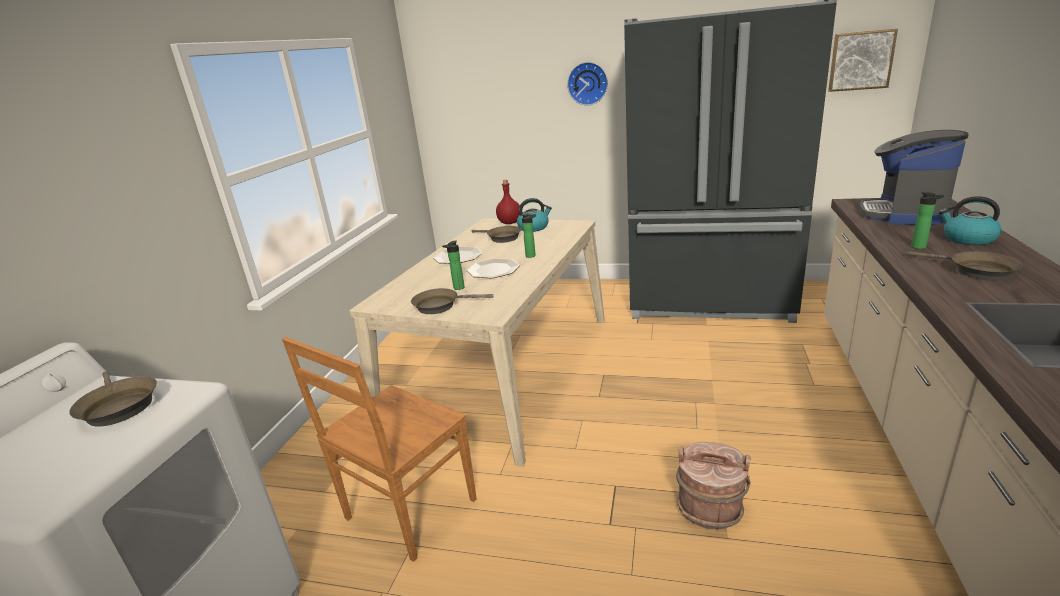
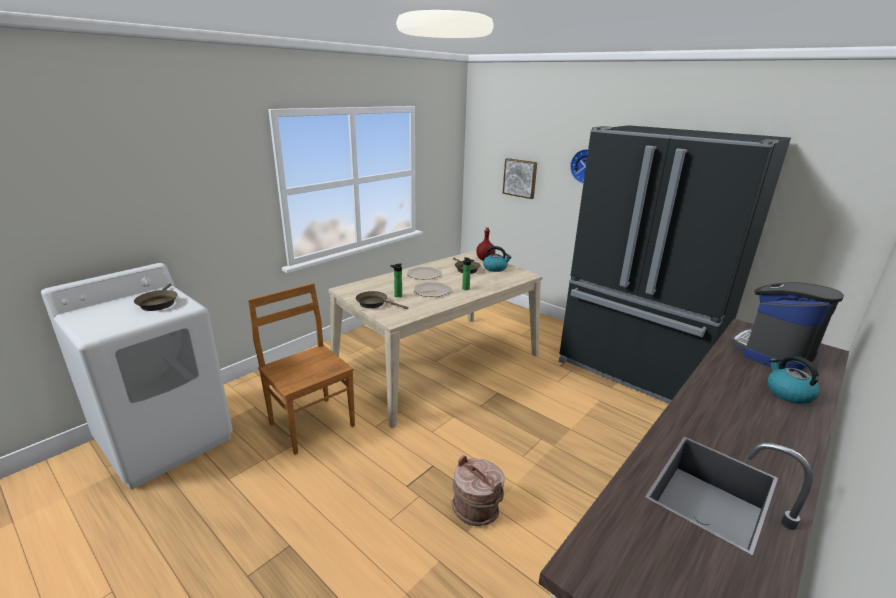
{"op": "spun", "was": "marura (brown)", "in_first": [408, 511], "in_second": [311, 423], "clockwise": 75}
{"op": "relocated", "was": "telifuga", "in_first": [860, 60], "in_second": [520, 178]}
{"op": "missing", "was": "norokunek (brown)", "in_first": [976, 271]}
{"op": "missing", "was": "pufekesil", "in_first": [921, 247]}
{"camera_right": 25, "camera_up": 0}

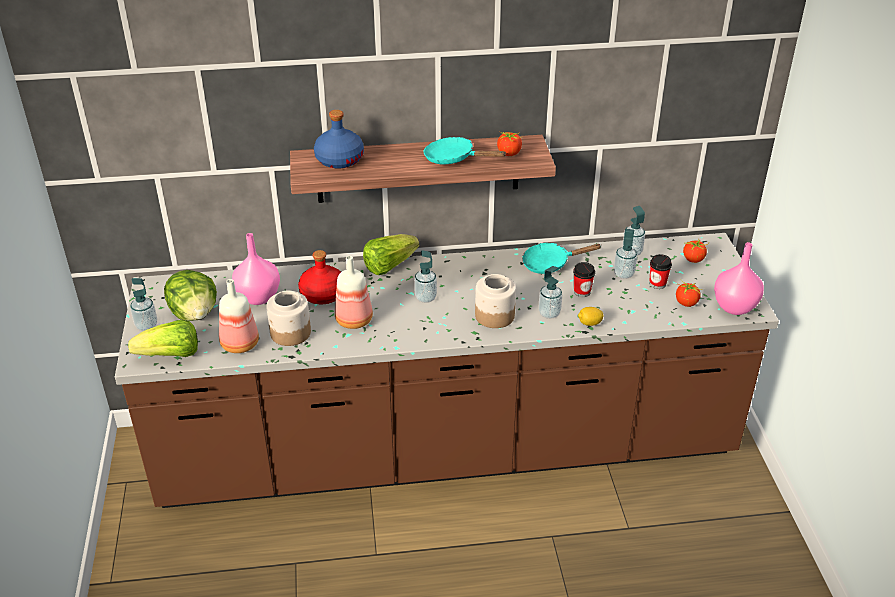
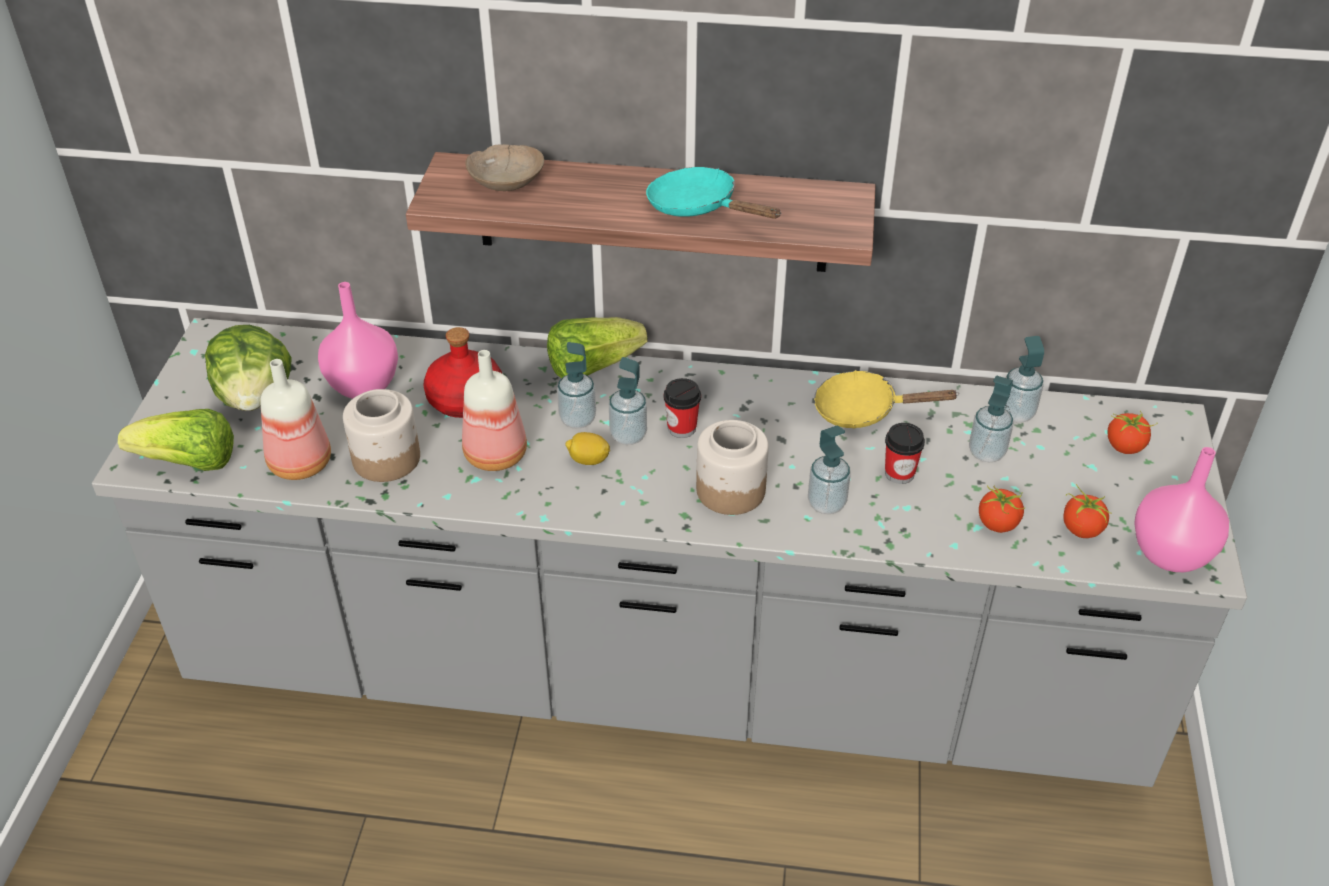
{"op": "colour", "was": "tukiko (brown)", "now": "tukiko (grey)", "in_first": [447, 450], "in_second": [664, 675]}
{"op": "exchanged", "was": "pufekesil (blue)", "now": "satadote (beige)", "in_first": [339, 160], "in_second": [505, 180]}
{"op": "relocated", "was": "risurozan", "in_first": [146, 326], "in_second": [577, 419]}
{"op": "relocated", "was": "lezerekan", "in_first": [589, 323], "in_second": [588, 460]}
{"op": "relocated", "was": "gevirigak", "in_first": [657, 284], "in_second": [681, 428]}
{"op": "colour", "was": "norokunek (turquoise)", "now": "norokunek (yellow)", "in_first": [550, 264], "in_second": [863, 410]}
{"op": "relocated", "was": "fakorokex", "in_first": [509, 153], "in_second": [998, 524]}
{"camera_right": 15, "camera_up": 5}

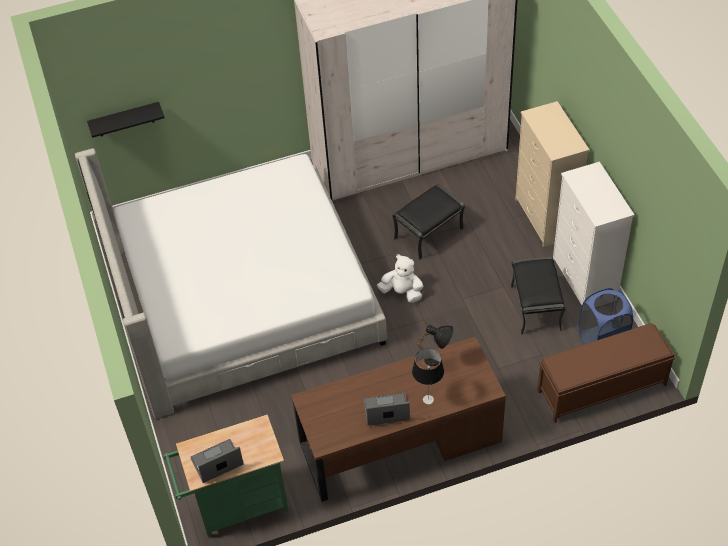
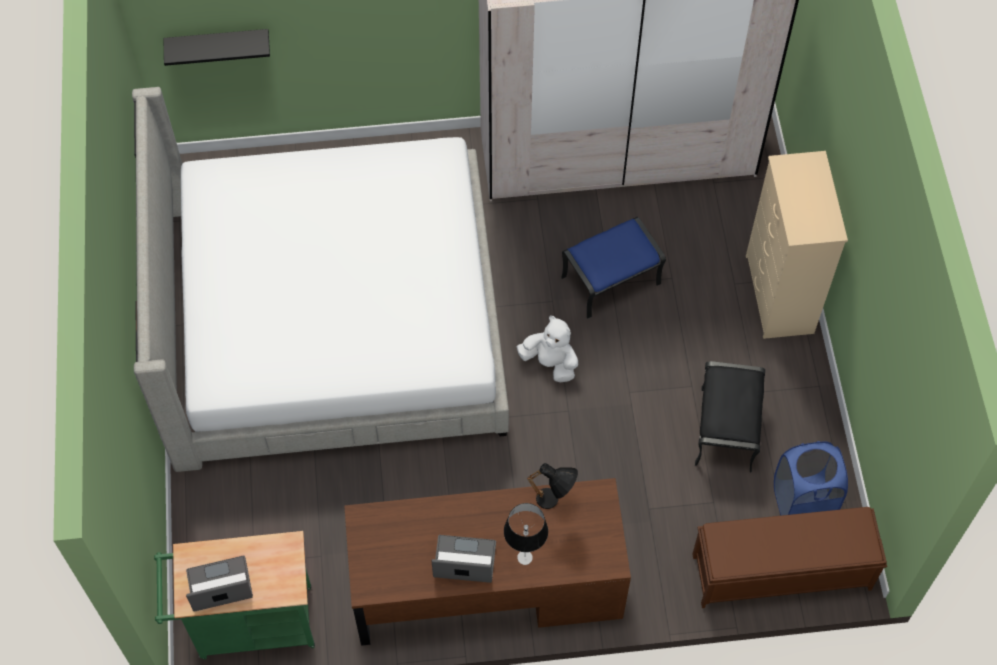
{"op": "colour", "was": "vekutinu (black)", "now": "vekutinu (blue)", "in_first": [428, 233], "in_second": [611, 280]}
{"op": "missing", "was": "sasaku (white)", "in_first": [584, 280]}
{"camera_right": 10, "camera_up": 10}

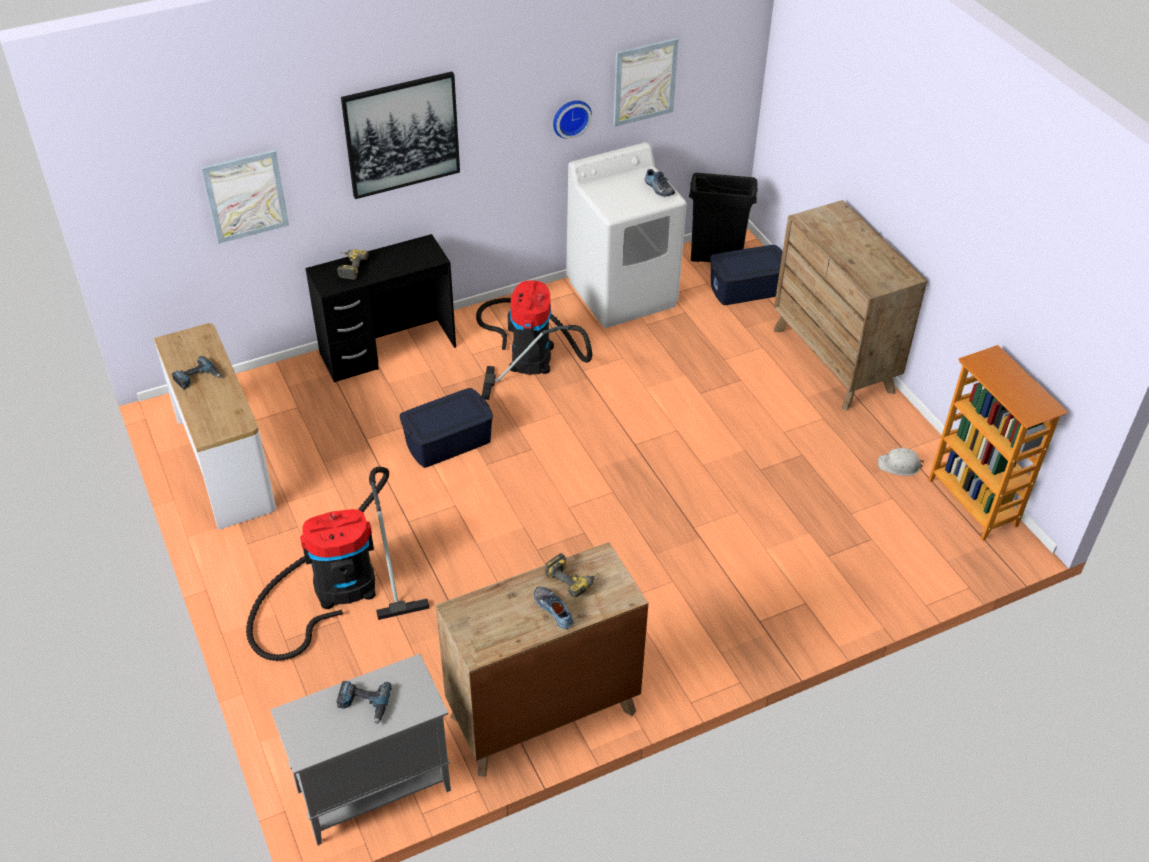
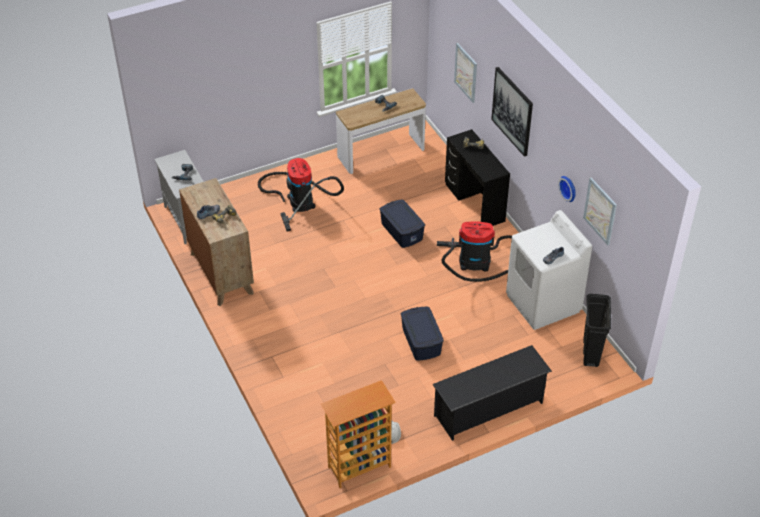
{"op": "relocated", "was": "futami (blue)", "in_first": [747, 288], "in_second": [421, 341]}
{"op": "exchanged", "was": "sasaku (brown)", "now": "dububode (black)", "in_first": [833, 360], "in_second": [489, 409]}
{"camera_right": 90, "camera_up": 0}

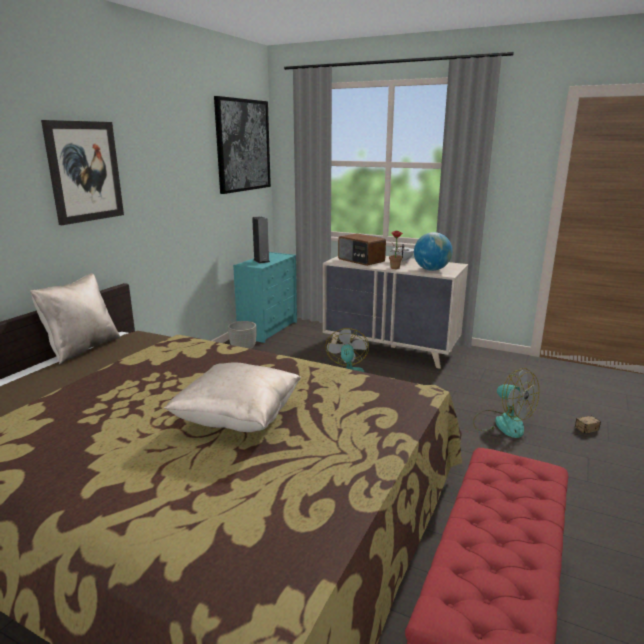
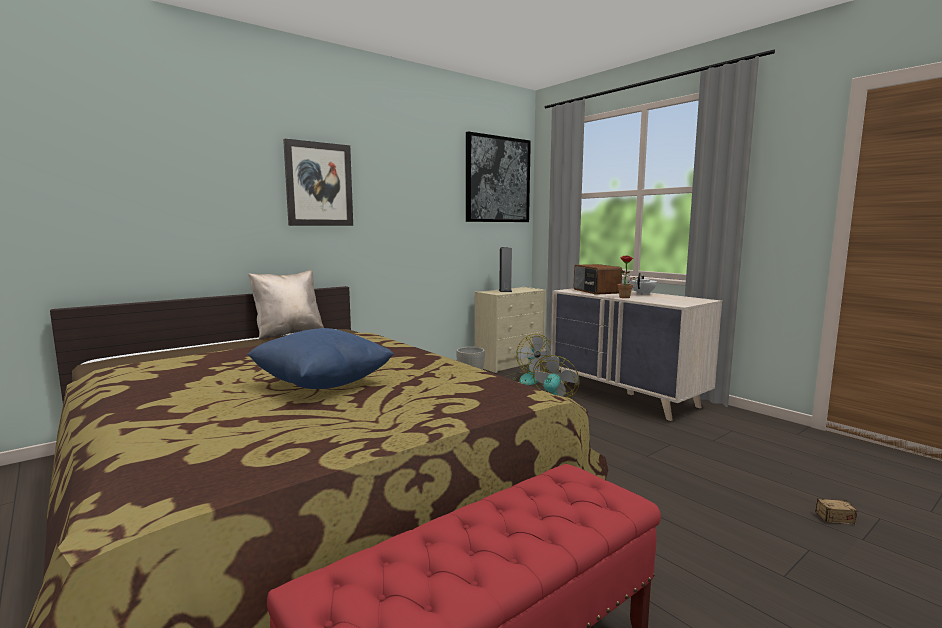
{"op": "colour", "was": "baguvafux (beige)", "now": "baguvafux (blue)", "in_first": [238, 420], "in_second": [322, 385]}
{"op": "colour", "was": "sasaku (turquoise)", "now": "sasaku (beige)", "in_first": [268, 329], "in_second": [510, 363]}
{"op": "relocated", "was": "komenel", "in_first": [502, 423], "in_second": [527, 378]}
{"op": "missing", "was": "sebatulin", "in_first": [431, 270]}
{"camera_right": 25, "camera_up": -10}

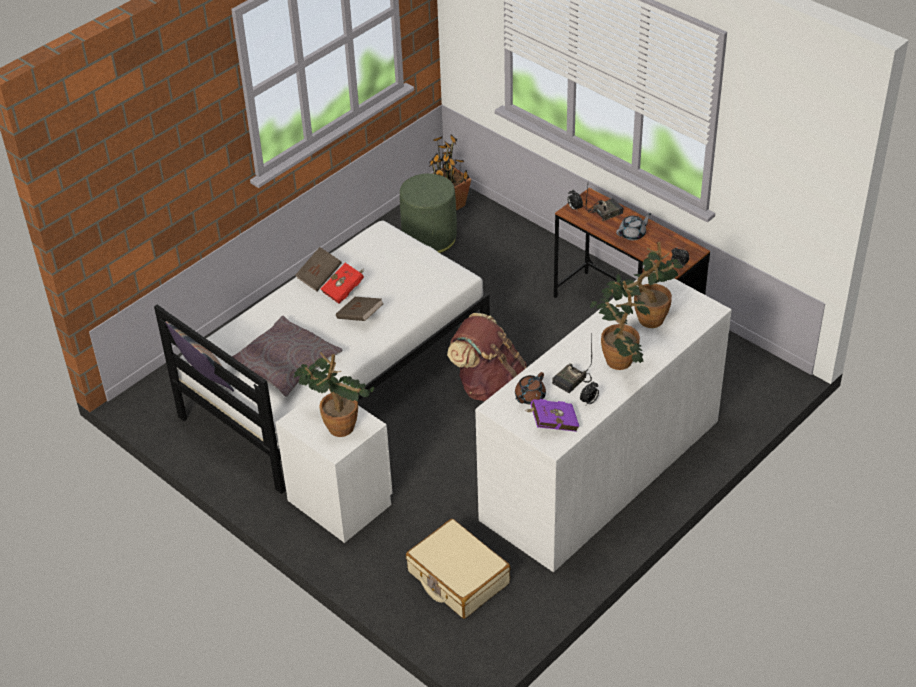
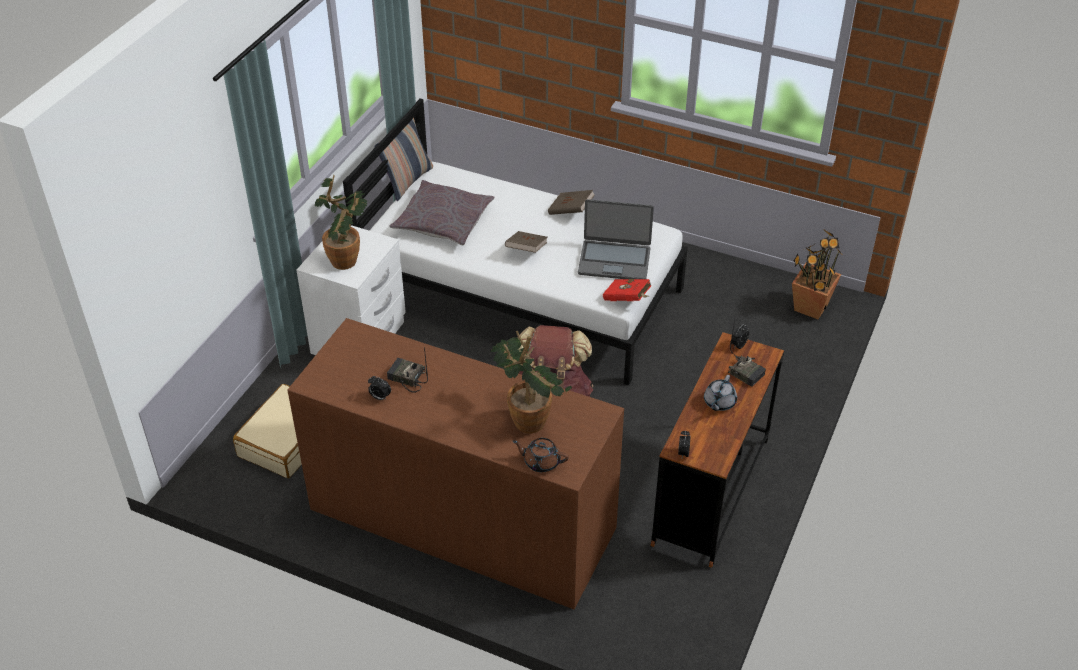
{"op": "colour", "was": "sasaku (white)", "now": "sasaku (brown)", "in_first": [600, 469], "in_second": [462, 518]}
{"op": "relocated", "was": "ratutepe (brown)", "in_first": [529, 397], "in_second": [541, 462]}
{"op": "appeared", "now": "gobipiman", "in_second": [614, 261]}
{"op": "relocated", "was": "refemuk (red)", "in_first": [345, 290], "in_second": [628, 300]}
{"op": "spun", "was": "ratutepe (grey)", "in_first": [632, 234], "in_second": [719, 402], "clockwise": 75}
{"op": "missing", "was": "vekutinu (green)", "in_first": [429, 238]}
{"op": "missing", "was": "refemuk (purple)", "in_first": [552, 424]}
{"op": "missing", "was": "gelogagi", "in_first": [619, 366]}
{"camera_right": 70, "camera_up": 0}

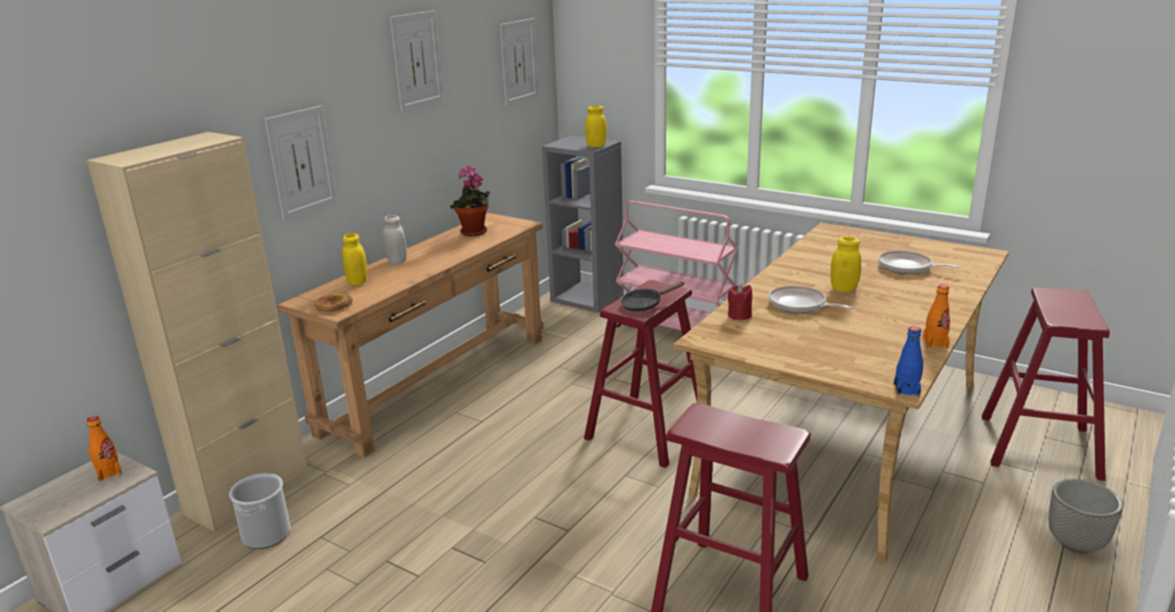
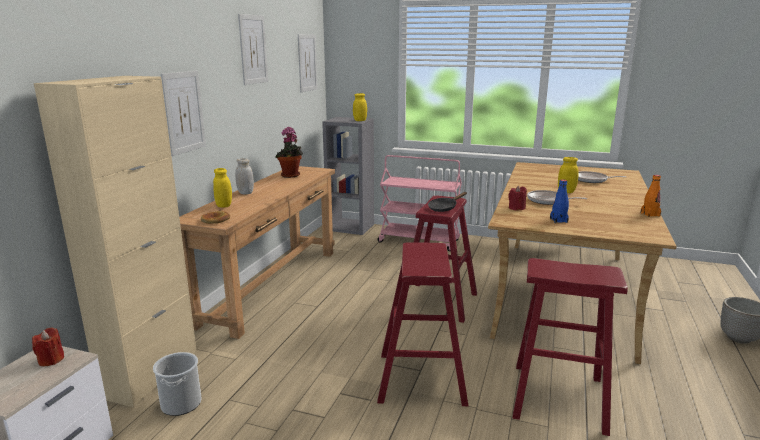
{"op": "exchanged", "was": "pufekesil (orange)", "now": "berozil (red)", "in_first": [109, 473], "in_second": [51, 360]}
{"op": "relocated", "was": "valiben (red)", "in_first": [1039, 446], "in_second": [421, 378]}
{"op": "relocated", "was": "pufekesil (blue)", "in_first": [906, 390], "in_second": [558, 220]}
{"camera_right": -15, "camera_up": -5}

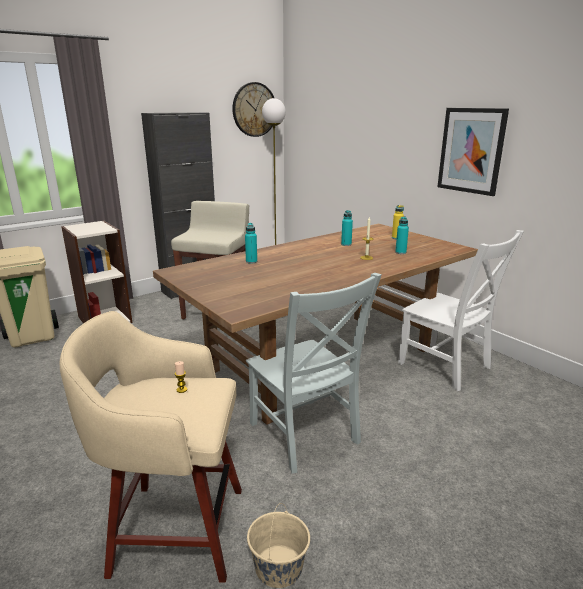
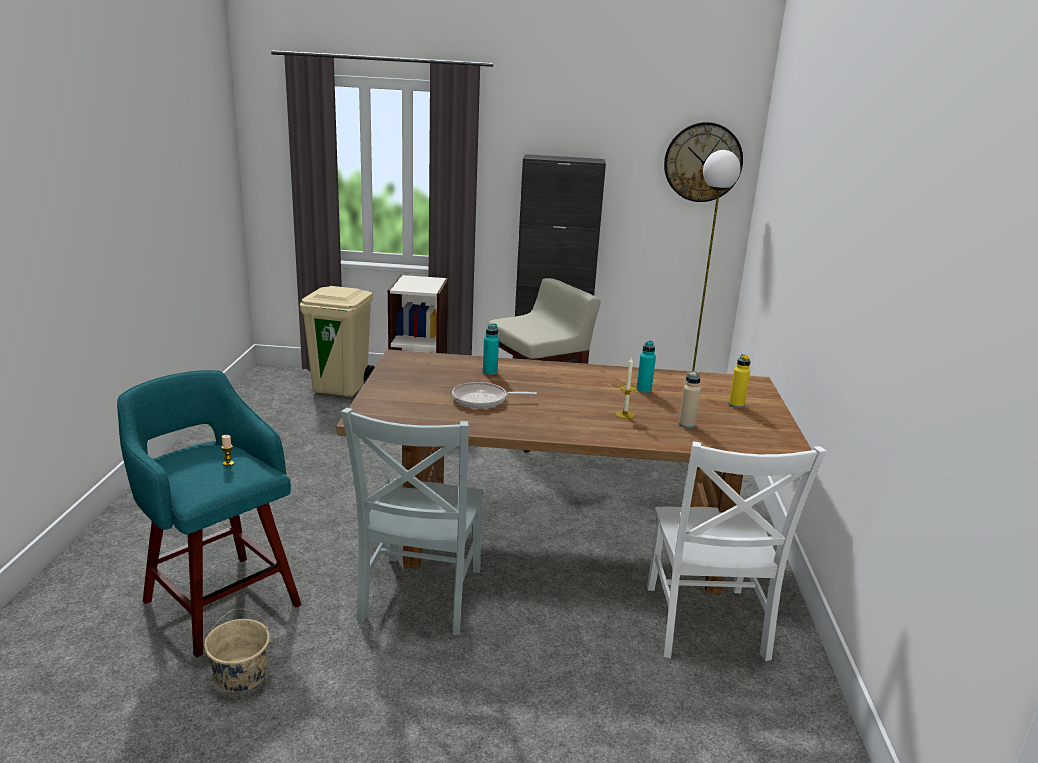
{"op": "colour", "was": "valiben (beige)", "now": "valiben (turquoise)", "in_first": [174, 529], "in_second": [220, 600]}
{"op": "appeared", "now": "norokunek", "in_second": [483, 400]}
{"op": "colour", "was": "pufekesil (turquoise)", "now": "pufekesil (beige)", "in_first": [400, 252], "in_second": [687, 424]}
{"op": "missing", "was": "telifuga", "in_first": [471, 150]}
{"camera_right": 40, "camera_up": 0}

